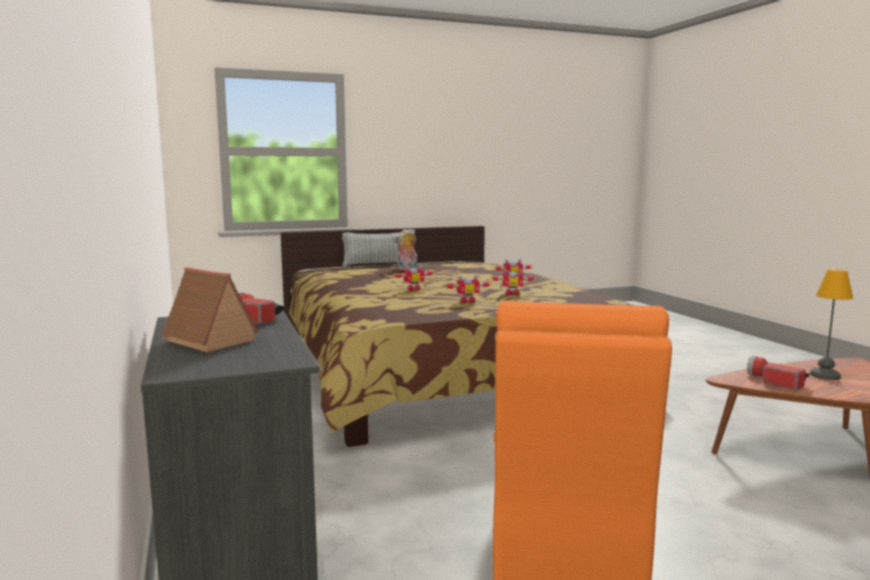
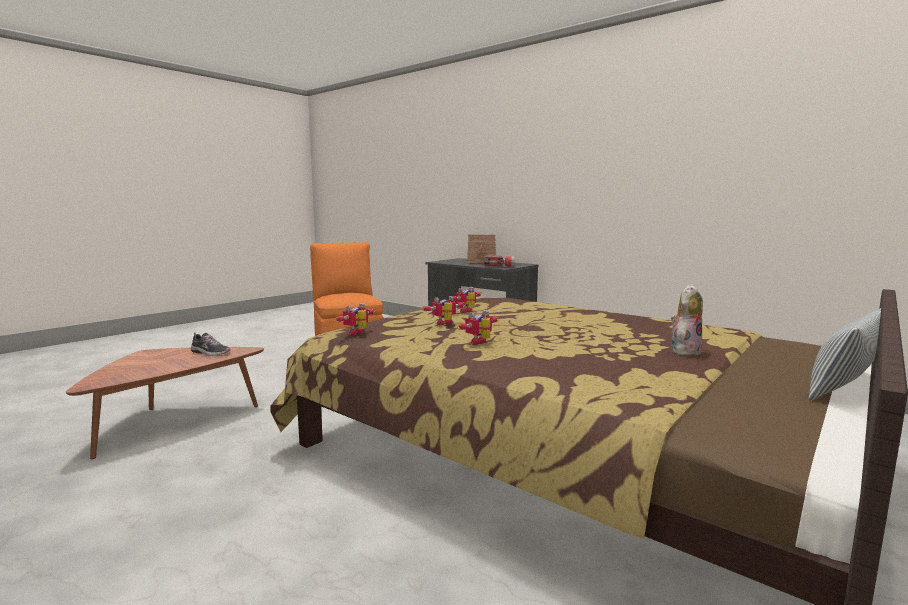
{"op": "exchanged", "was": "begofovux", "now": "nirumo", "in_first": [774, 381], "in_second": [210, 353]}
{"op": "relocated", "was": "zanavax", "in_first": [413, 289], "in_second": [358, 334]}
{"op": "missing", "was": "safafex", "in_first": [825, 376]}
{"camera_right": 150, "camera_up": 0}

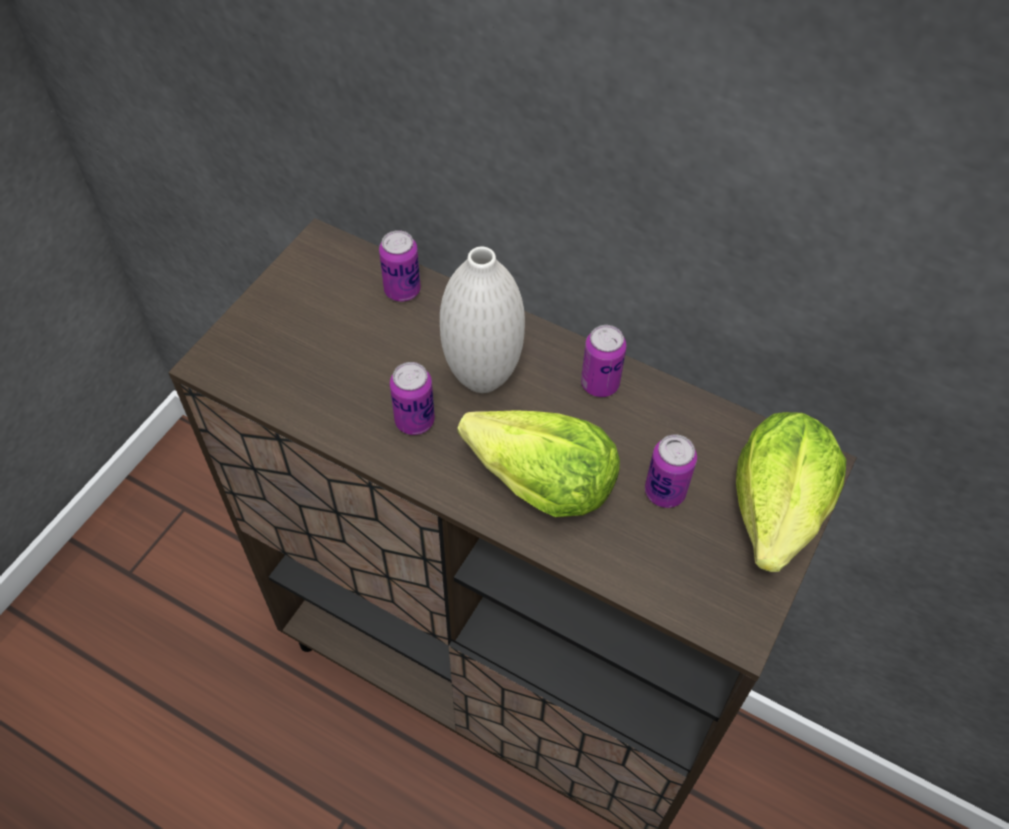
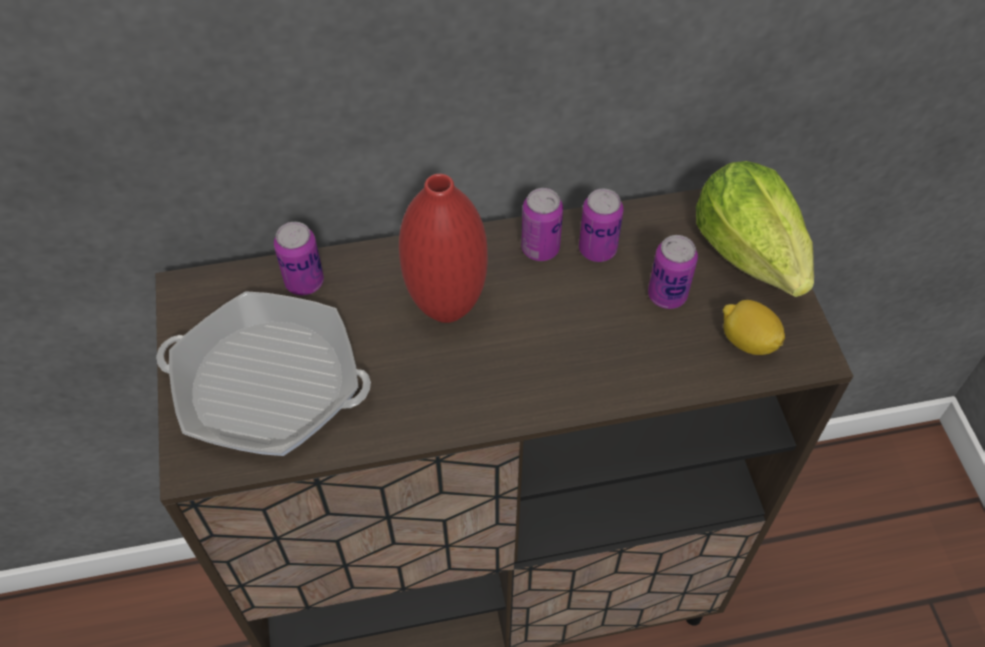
{"op": "appeared", "now": "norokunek", "in_second": [268, 384]}
{"op": "colour", "was": "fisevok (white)", "now": "fisevok (red)", "in_first": [482, 378], "in_second": [446, 307]}
{"op": "relocated", "was": "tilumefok", "in_first": [414, 421], "in_second": [597, 249]}
{"op": "appeared", "now": "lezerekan", "in_second": [747, 341]}
{"op": "missing", "was": "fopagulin", "in_first": [540, 483]}
{"camera_right": -40, "camera_up": 0}

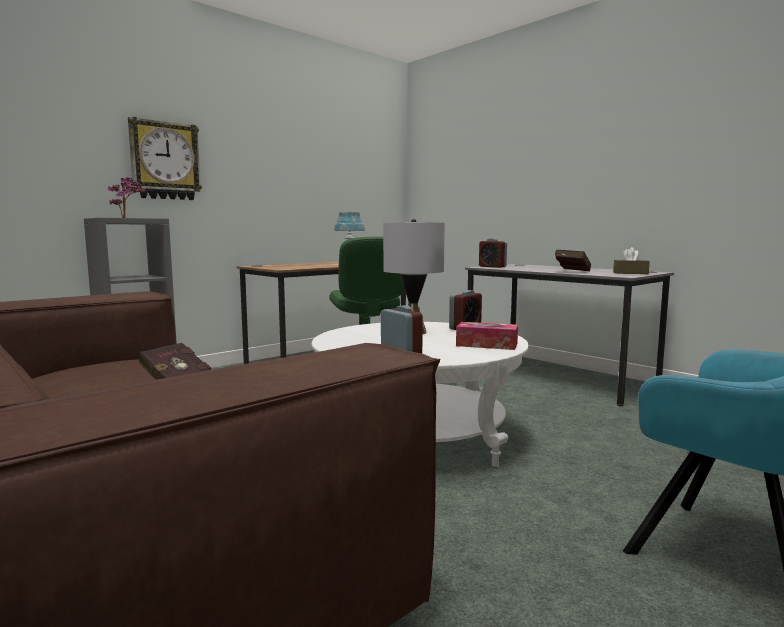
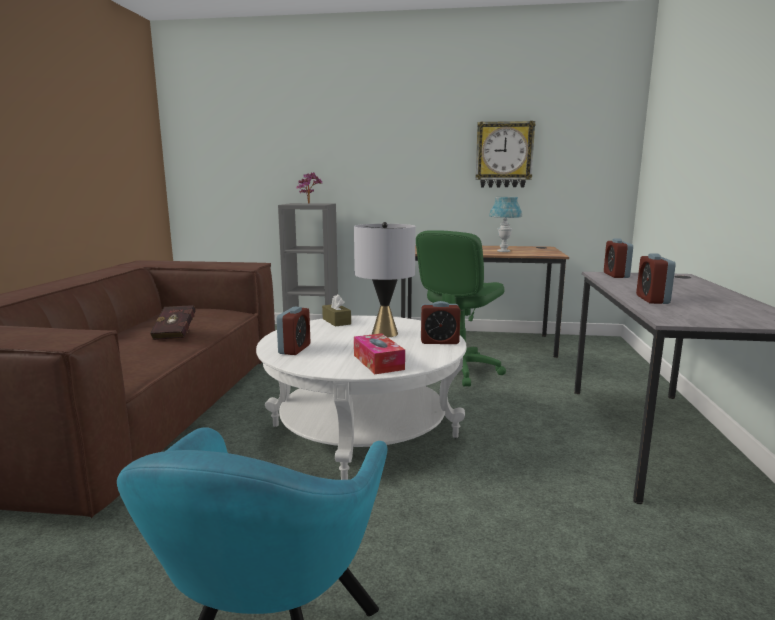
{"op": "relocated", "was": "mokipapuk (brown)", "in_first": [630, 273], "in_second": [336, 321]}
{"op": "relocated", "was": "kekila", "in_first": [165, 161], "in_second": [504, 155]}
{"op": "exchanged", "was": "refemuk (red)", "now": "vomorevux", "in_first": [571, 272], "in_second": [652, 299]}
{"camera_right": 50, "camera_up": 5}

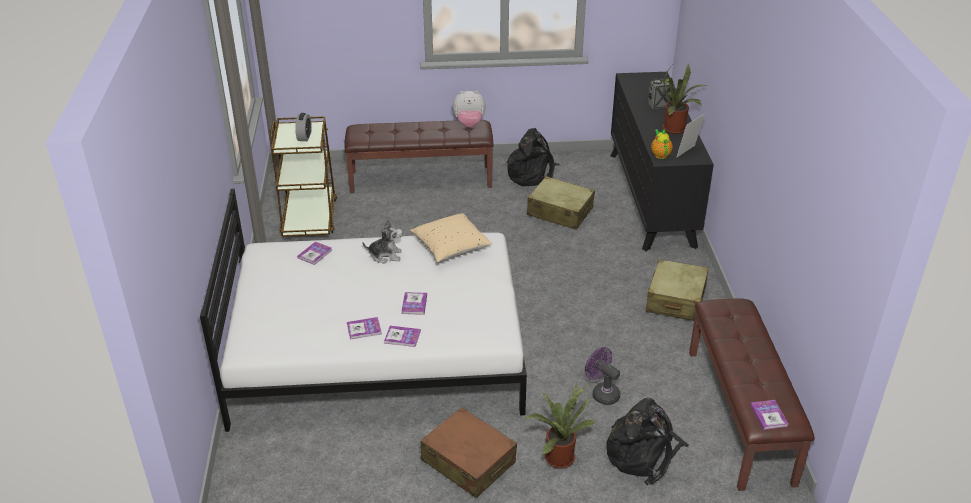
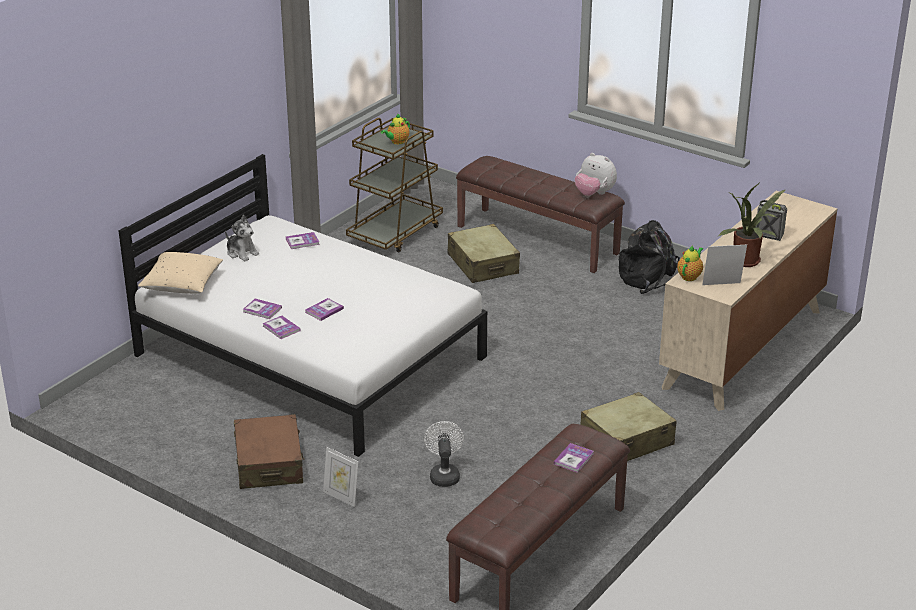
{"op": "relocated", "was": "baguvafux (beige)", "in_first": [451, 248], "in_second": [182, 285]}
{"op": "relocated", "was": "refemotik", "in_first": [385, 255], "in_second": [242, 253]}
{"op": "exchanged", "was": "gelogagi", "now": "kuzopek", "in_first": [558, 456], "in_second": [341, 497]}
{"op": "exchanged", "was": "vomorevux", "now": "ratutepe", "in_first": [304, 137], "in_second": [397, 142]}
{"op": "colour", "was": "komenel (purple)", "now": "komenel (white)", "in_first": [602, 393], "in_second": [444, 475]}
{"op": "relocated", "was": "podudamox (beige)", "in_first": [559, 212], "in_second": [483, 264]}
{"op": "relocated", "was": "refemuk", "in_first": [768, 415], "in_second": [573, 459]}
{"op": "colour", "was": "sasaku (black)", "now": "sasaku (beige)", "in_first": [651, 198], "in_second": [743, 349]}
{"op": "missing", "was": "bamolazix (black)", "in_first": [643, 454]}
{"camera_right": 40, "camera_up": -5}

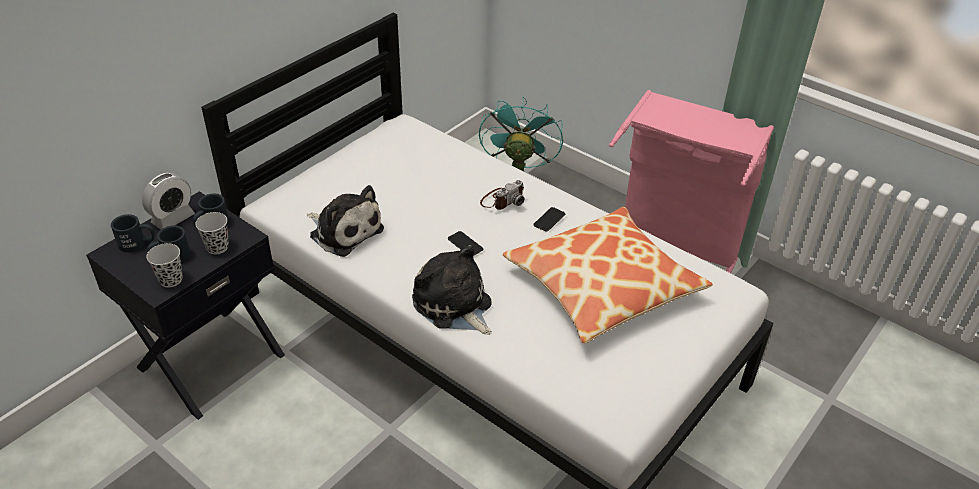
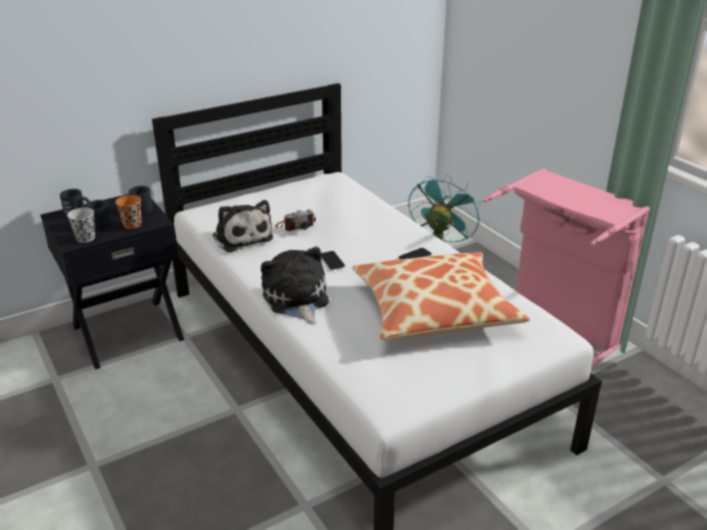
{"op": "colour", "was": "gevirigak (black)", "now": "gevirigak (orange)", "in_first": [217, 247], "in_second": [132, 224]}
{"op": "relocated", "was": "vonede", "in_first": [502, 200], "in_second": [296, 225]}
{"op": "missing", "was": "vomorevux", "in_first": [173, 219]}
{"camera_right": 20, "camera_up": -10}

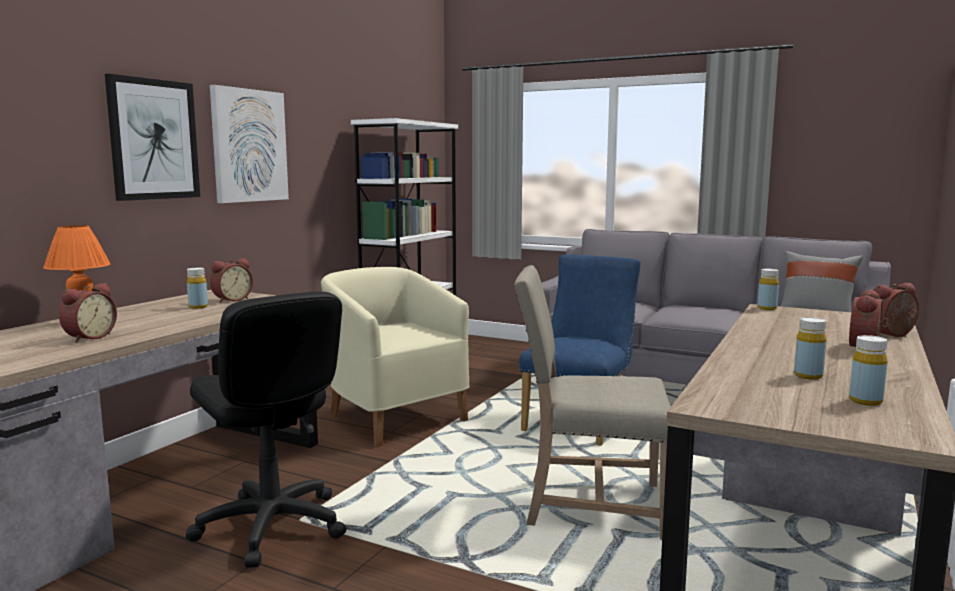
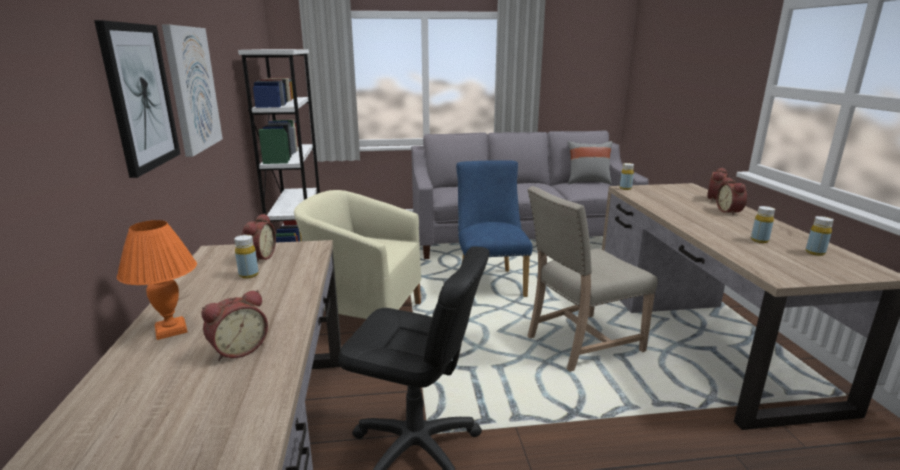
{"op": "spun", "was": "vomorevux", "in_first": [88, 337], "in_second": [238, 349], "clockwise": 60}
{"camera_right": -35, "camera_up": 10}

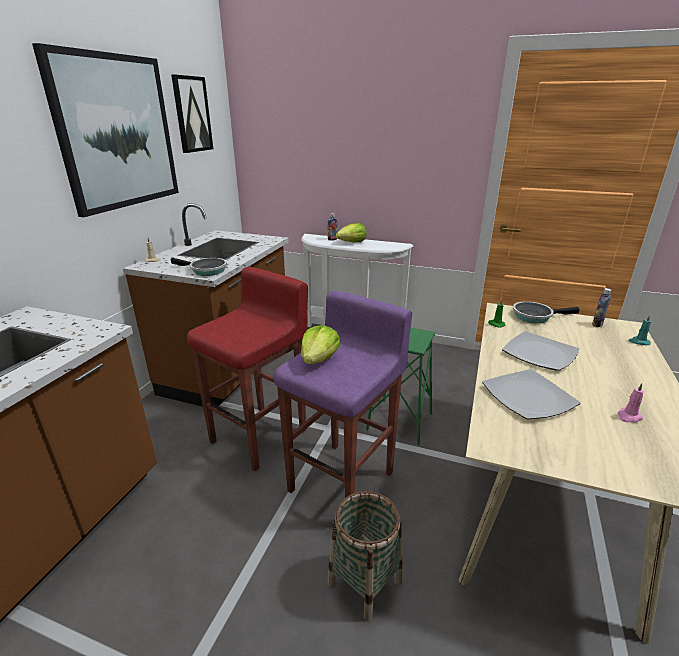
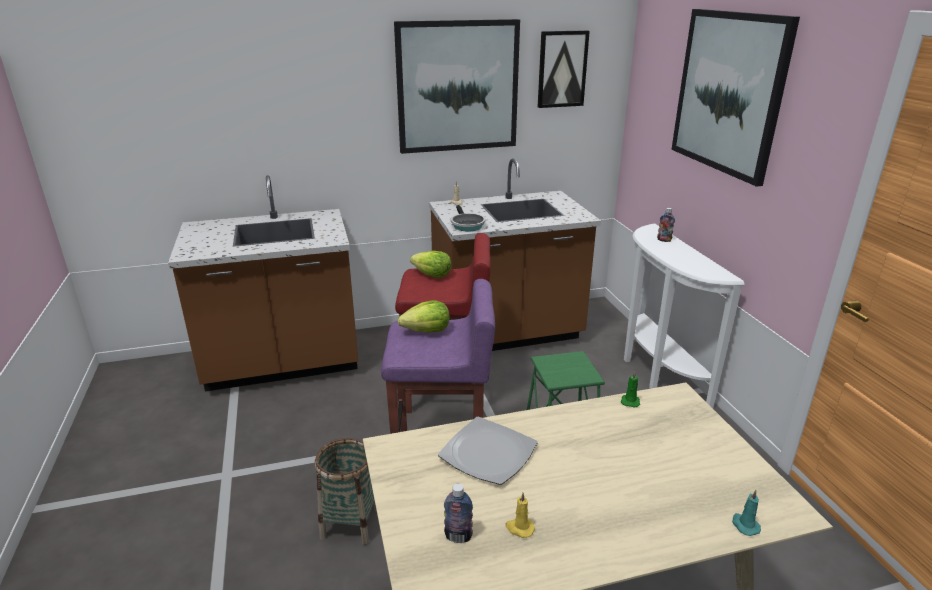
{"op": "relocated", "was": "fopagulin", "in_first": [352, 242], "in_second": [432, 275]}
{"op": "relocated", "was": "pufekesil", "in_first": [597, 324], "in_second": [458, 537]}
{"op": "colour", "was": "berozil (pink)", "now": "berozil (yellow)", "in_first": [628, 416], "in_second": [519, 528]}
{"op": "appeared", "now": "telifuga", "in_second": [729, 93]}
{"op": "missing", "was": "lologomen", "in_first": [538, 353]}
{"op": "missing", "was": "norokunek", "in_first": [535, 316]}
{"camera_right": 55, "camera_up": 0}

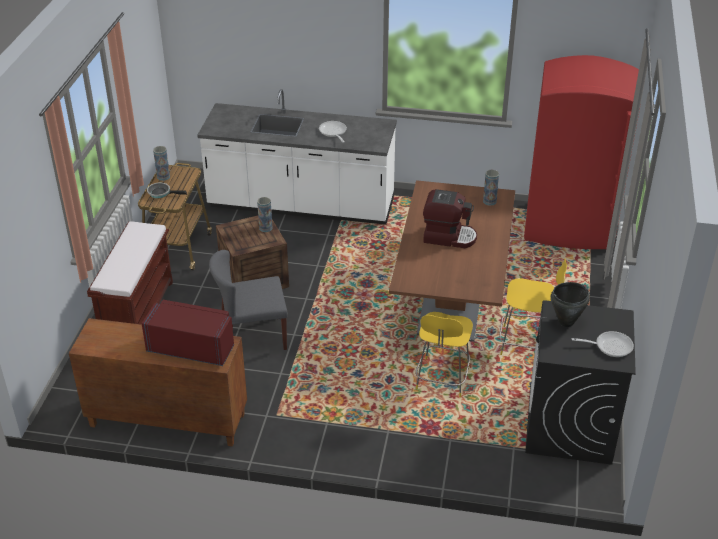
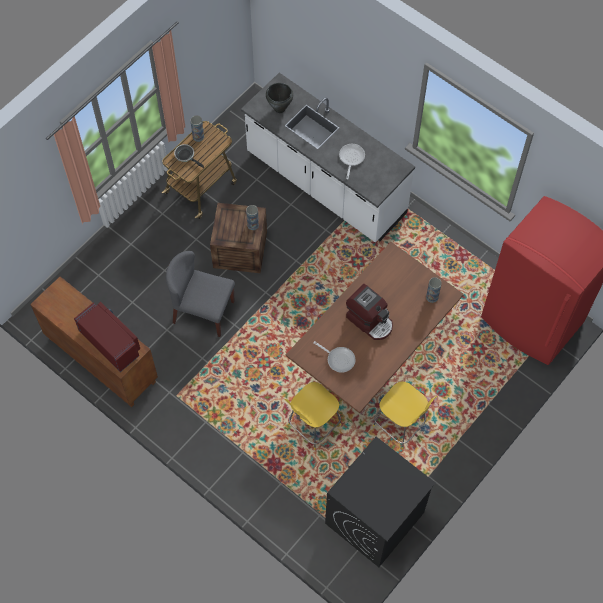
{"op": "relocated", "was": "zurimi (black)", "in_first": [566, 322], "in_second": [280, 109]}
{"op": "relocated", "was": "norokunek", "in_first": [610, 346], "in_second": [338, 359]}
{"op": "missing", "was": "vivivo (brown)", "in_first": [138, 312]}
{"camera_right": 30, "camera_up": 25}

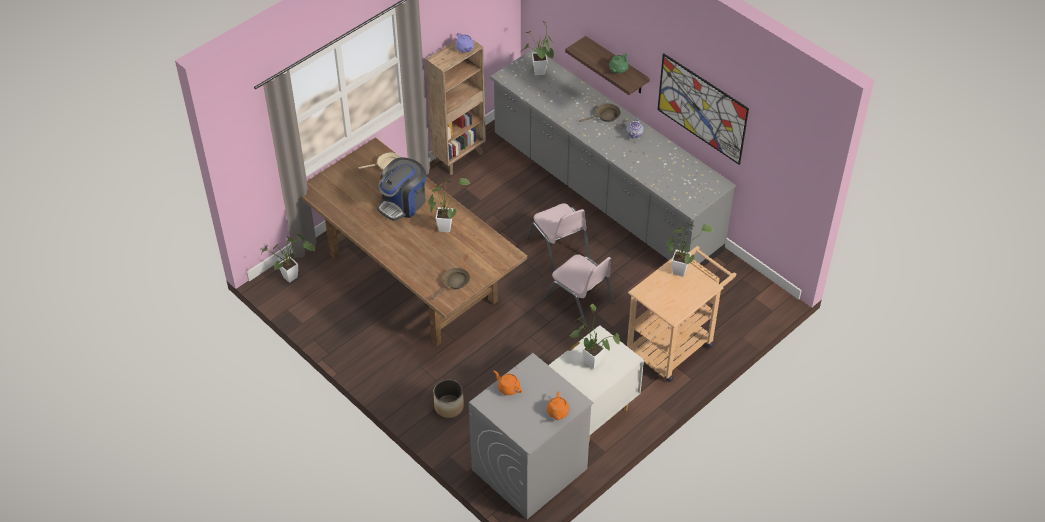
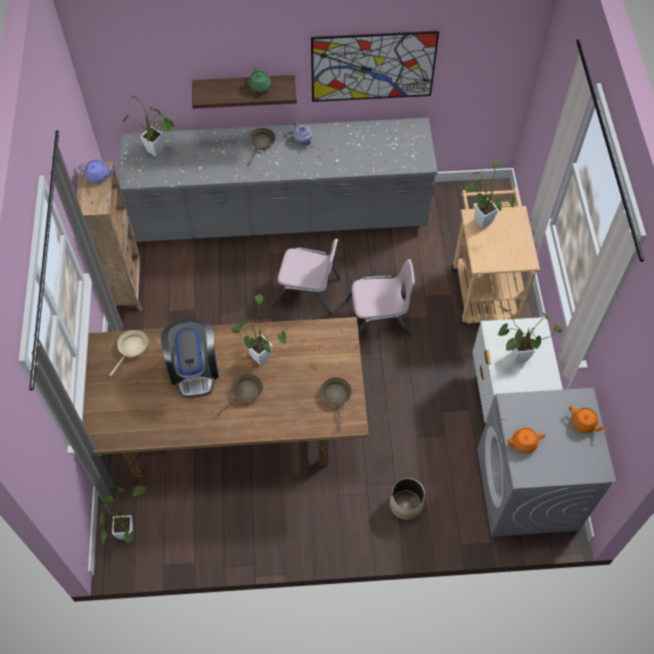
{"op": "appeared", "now": "norokunek (brown)", "in_second": [245, 392]}
{"camera_right": -50, "camera_up": 10}

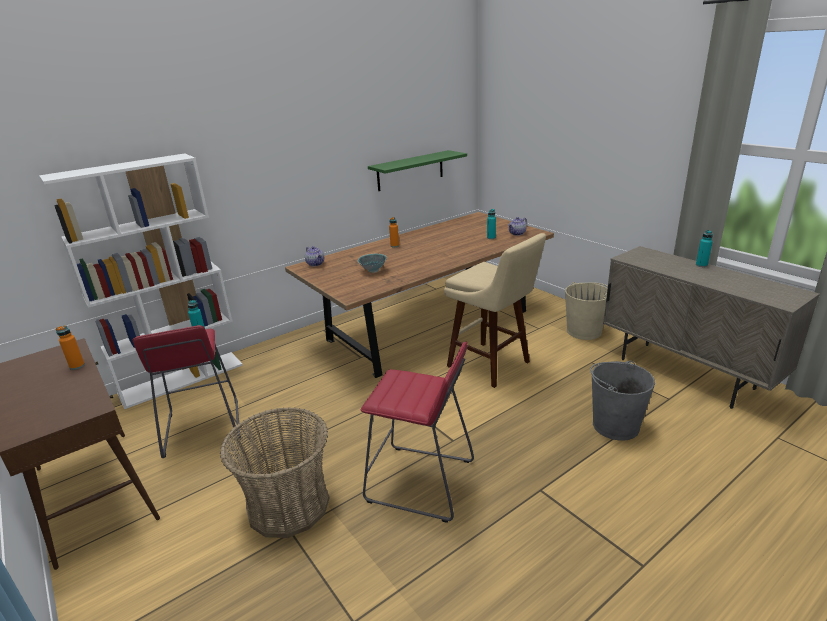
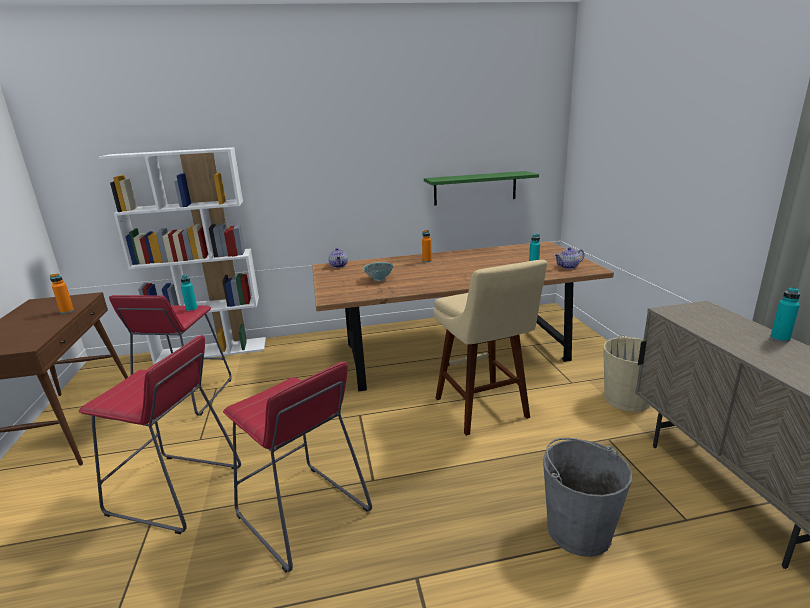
{"op": "exchanged", "was": "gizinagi", "now": "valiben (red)", "in_first": [288, 505], "in_second": [175, 491]}
{"camera_right": 25, "camera_up": -5}

